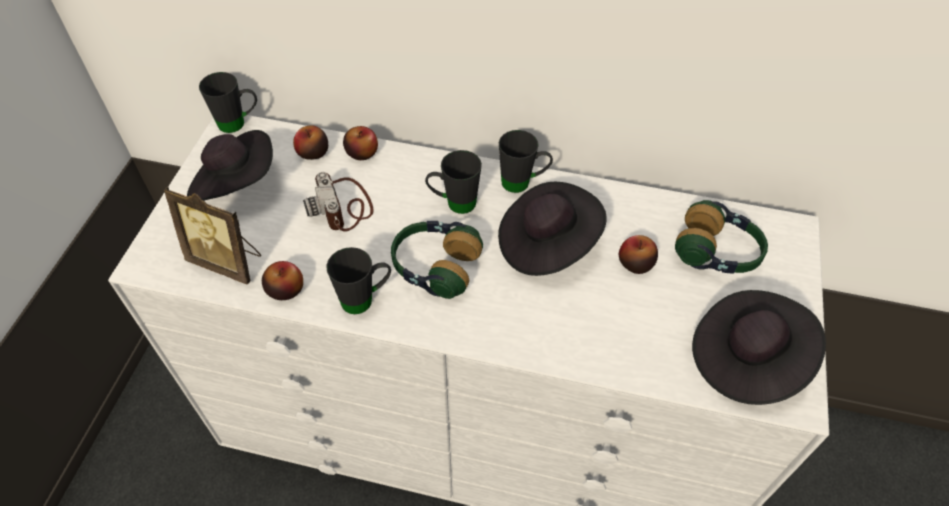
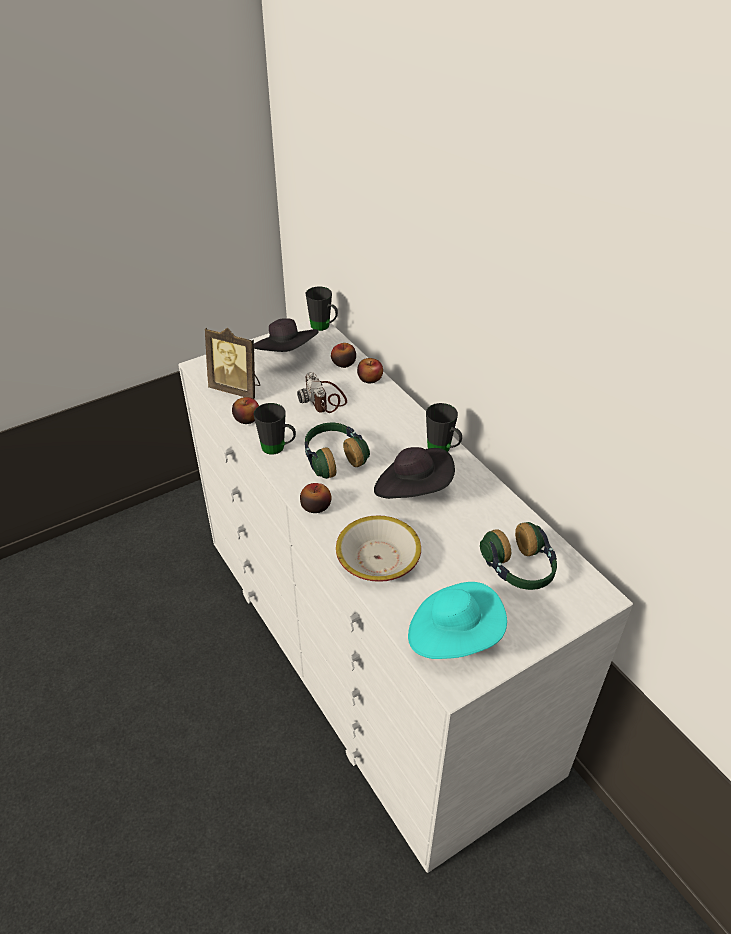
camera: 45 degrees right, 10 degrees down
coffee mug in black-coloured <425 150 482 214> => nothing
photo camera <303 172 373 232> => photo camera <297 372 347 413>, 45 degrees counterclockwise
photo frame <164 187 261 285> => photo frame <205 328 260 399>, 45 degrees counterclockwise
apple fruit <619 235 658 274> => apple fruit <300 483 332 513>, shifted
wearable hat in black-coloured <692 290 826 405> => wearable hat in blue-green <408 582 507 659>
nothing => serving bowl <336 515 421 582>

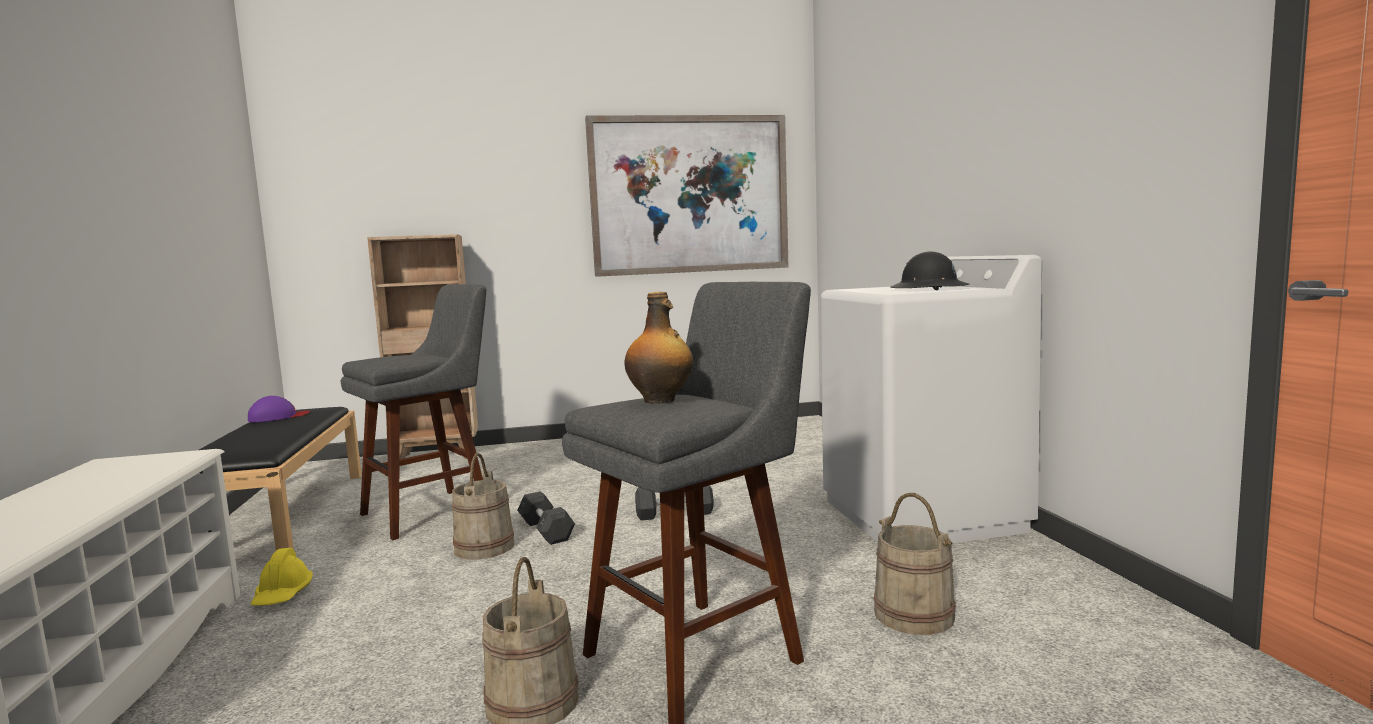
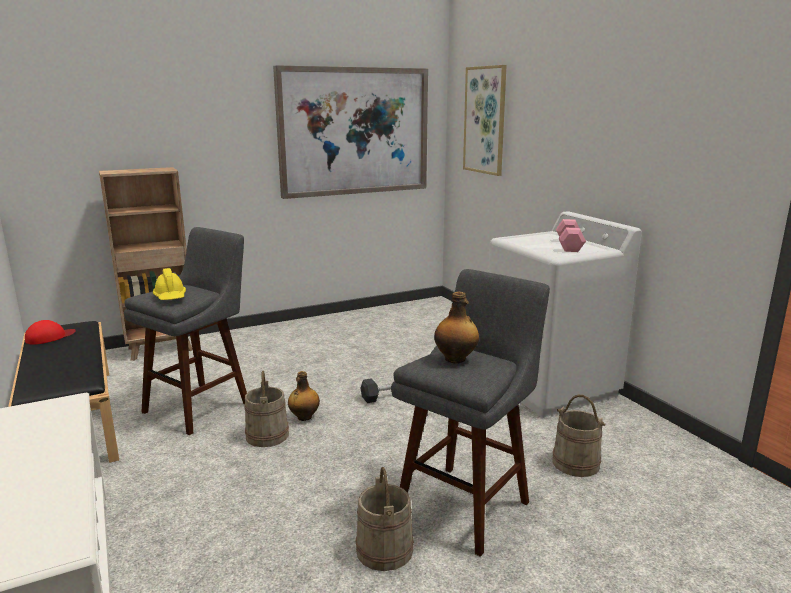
camera: 15 degrees left, 10 degrees up
work helmet in black-coloured <890 251 969 290> => free weight in pink-coloured <556 219 586 252>
peaked cap in purple-coloured <248 396 310 422> => peaked cap in reddish <25 320 76 345>
free weight in gray <517 491 575 545> => beverage bottle <288 371 320 421>
work helmet in yellow-coloured <250 548 313 606> => work helmet in yellow-coloured <153 268 186 300>, shifted
nothing => wall art <463 65 507 176>

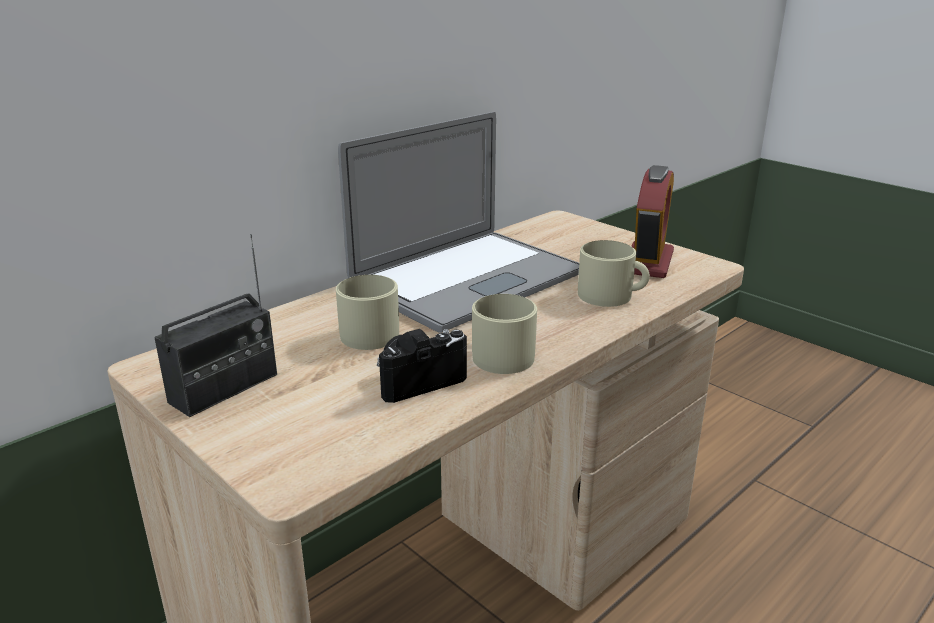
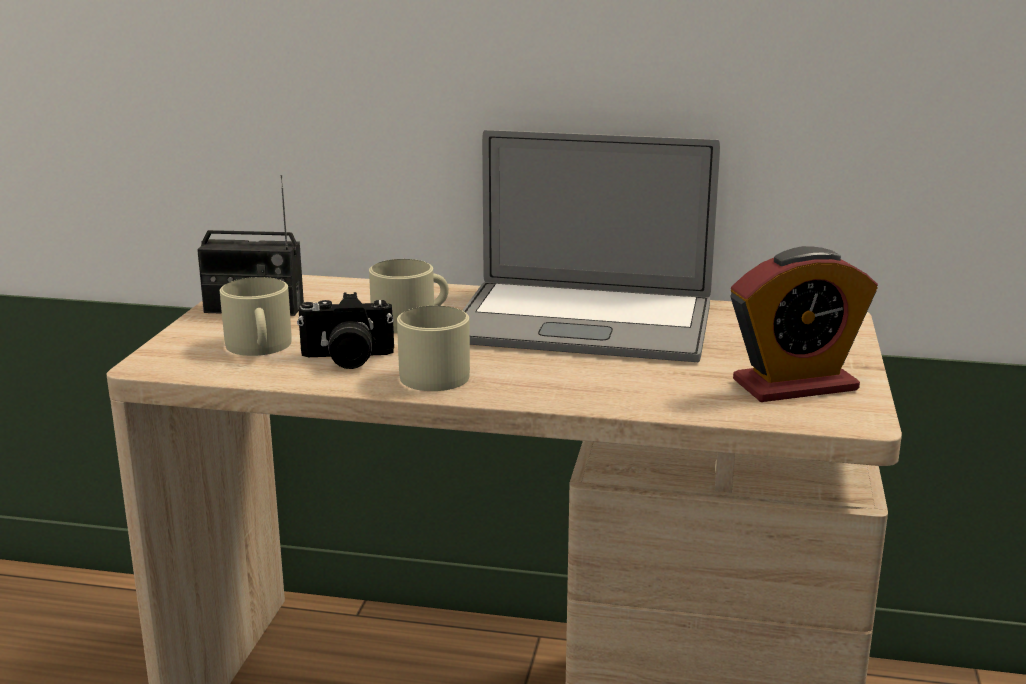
camera: 55 degrees right, 5 degrees down
coffee mug in beige-coloured <578 240 650 307> => coffee mug in beige-coloured <220 277 291 356>, shifted
photo camera <377 329 467 403> => photo camera <297 292 394 369>, 150 degrees clockwise

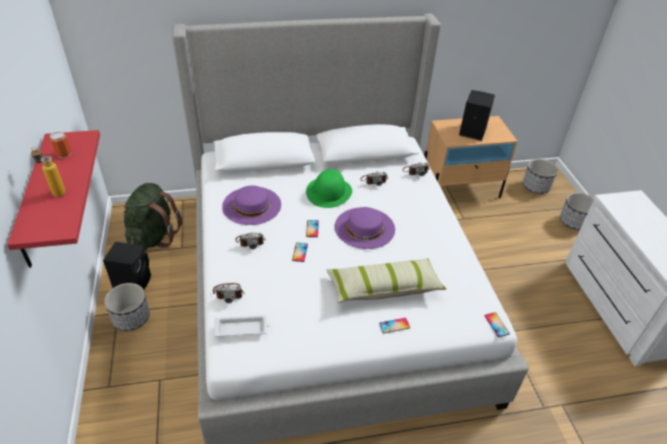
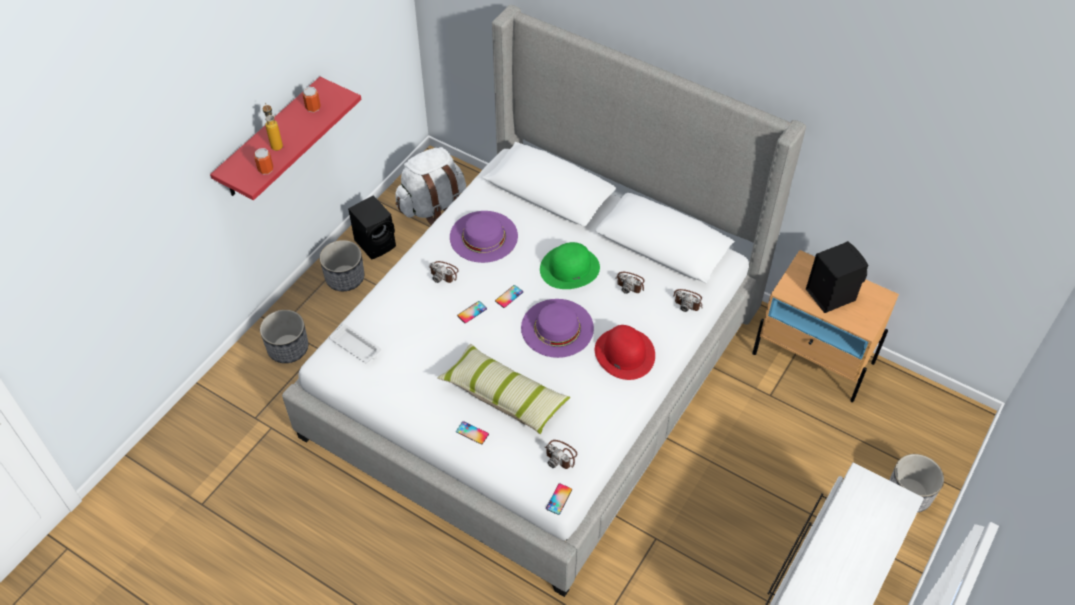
camera: 45 degrees right, 10 degrees up
flower pot <523 159 558 194> => flower pot <260 310 309 363>, shifted
knapsack in green-coloured <124 183 183 251> => knapsack in white <395 147 466 225>
photo camera <213 283 245 303> => photo camera <545 440 577 469>, shifted
nothing => sealed can <254 148 273 175>
nothing => wearable hat in reddish <595 325 655 380>

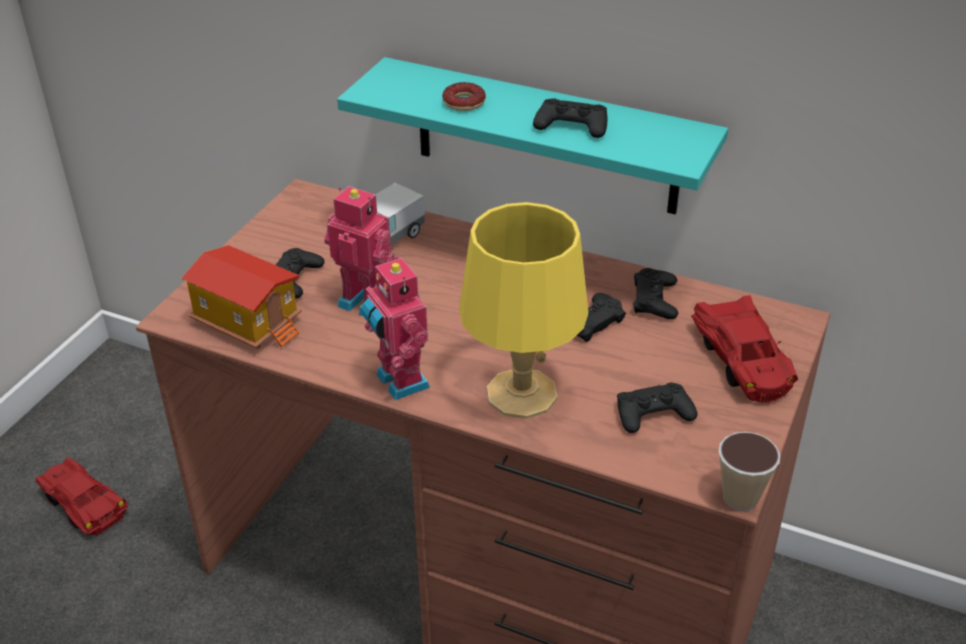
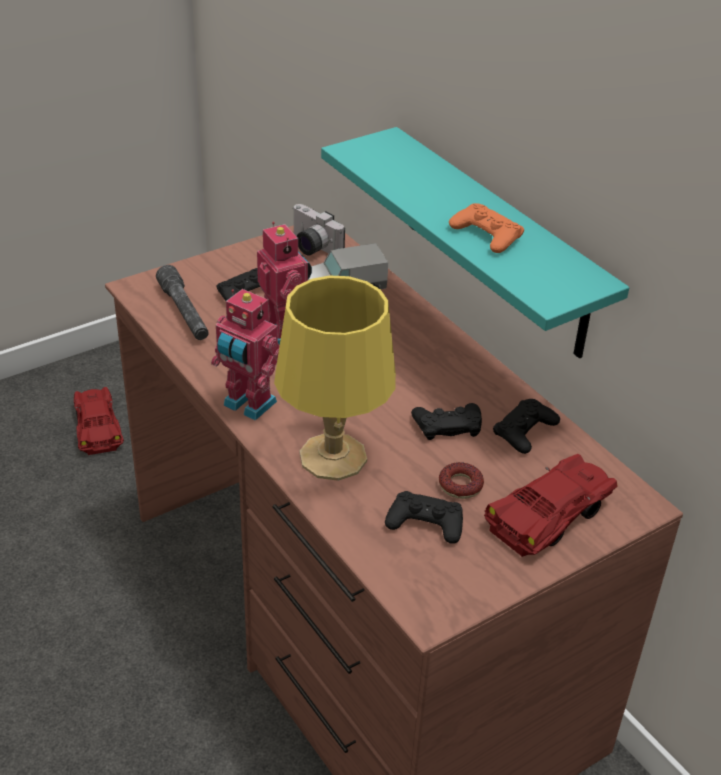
camera: 30 degrees right, 0 degrees up
donut <442 82 486 111> => donut <439 462 484 499>, shifted
joypad in black-coloured <533 98 608 138> => joypad in orange-coloured <449 203 524 253>
toy house <181 245 302 349> => hand torch in gray <156 265 209 340>
robot figure <362 256 430 400> => robot figure <211 289 280 421>, 60 degrees counterclockwise
toy car in reddish <691 295 798 402> => toy car in reddish <484 454 618 557>, 150 degrees counterclockwise
cup <718 432 781 511> => nothing
nothing => photo camera <294 204 345 256>

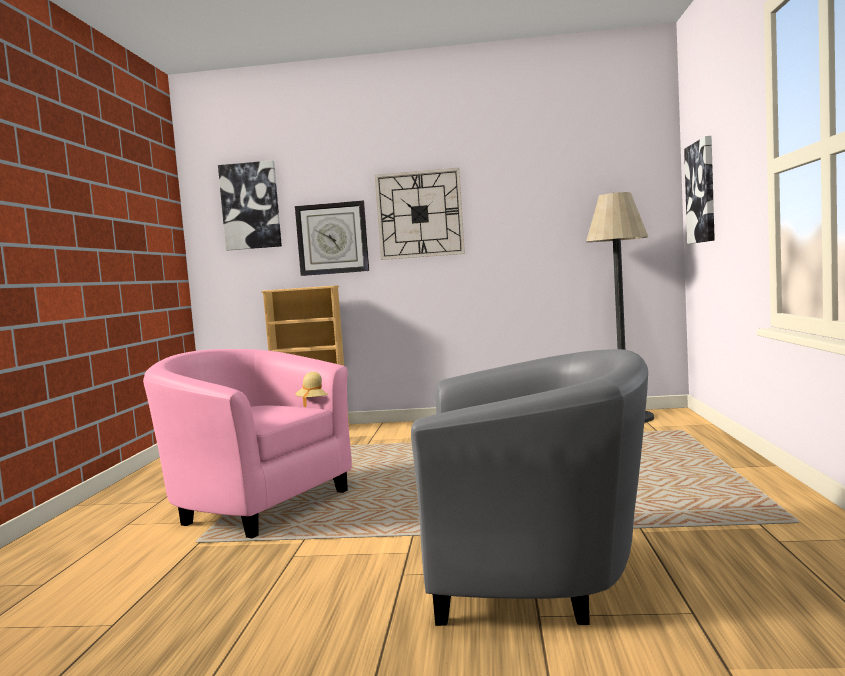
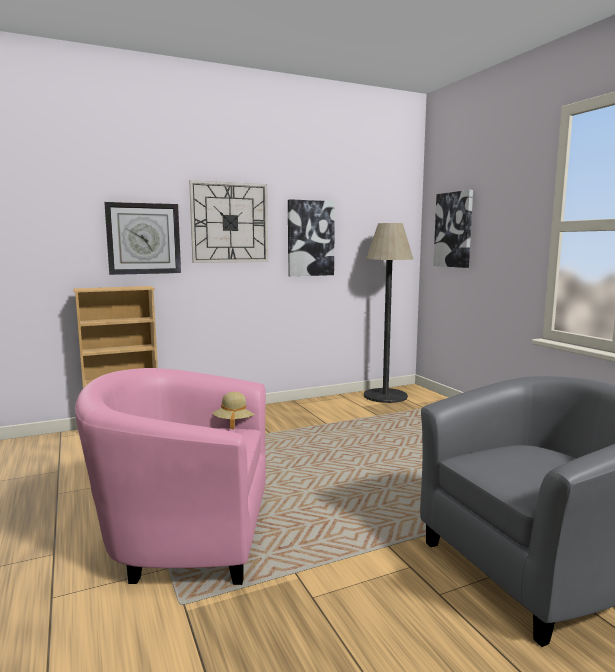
camera: 30 degrees left, 5 degrees up
wall art <218 160 282 250> => wall art <288 199 335 276>, shifted

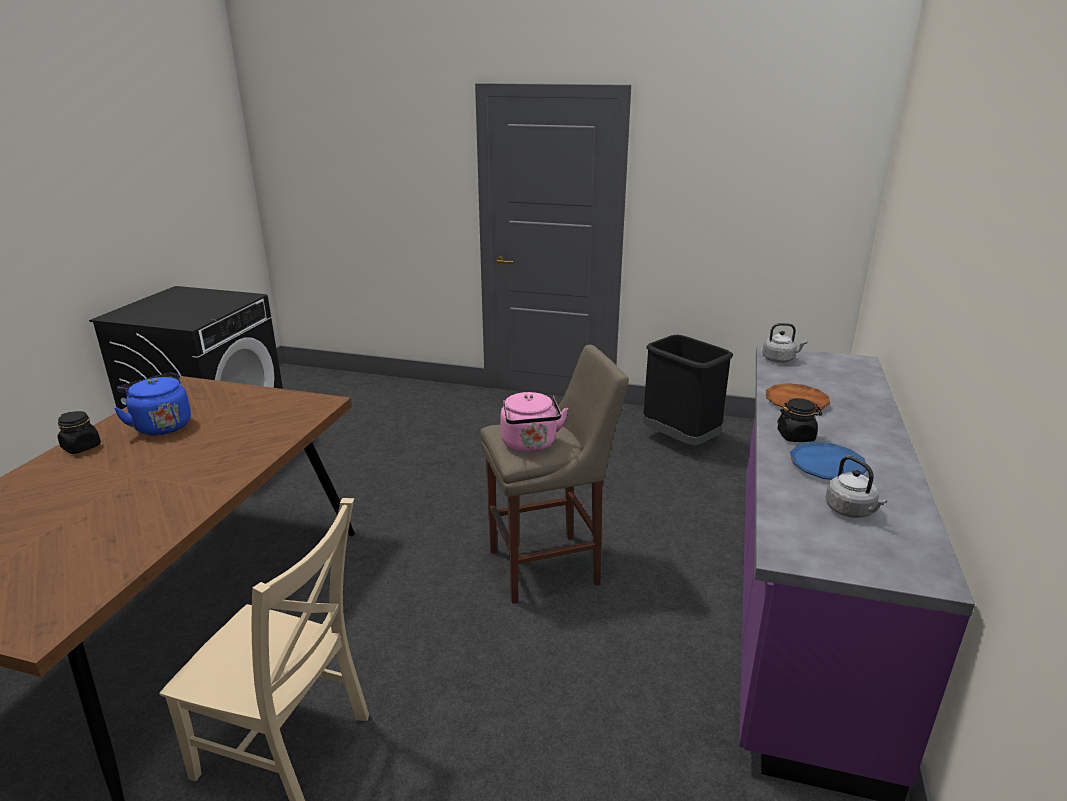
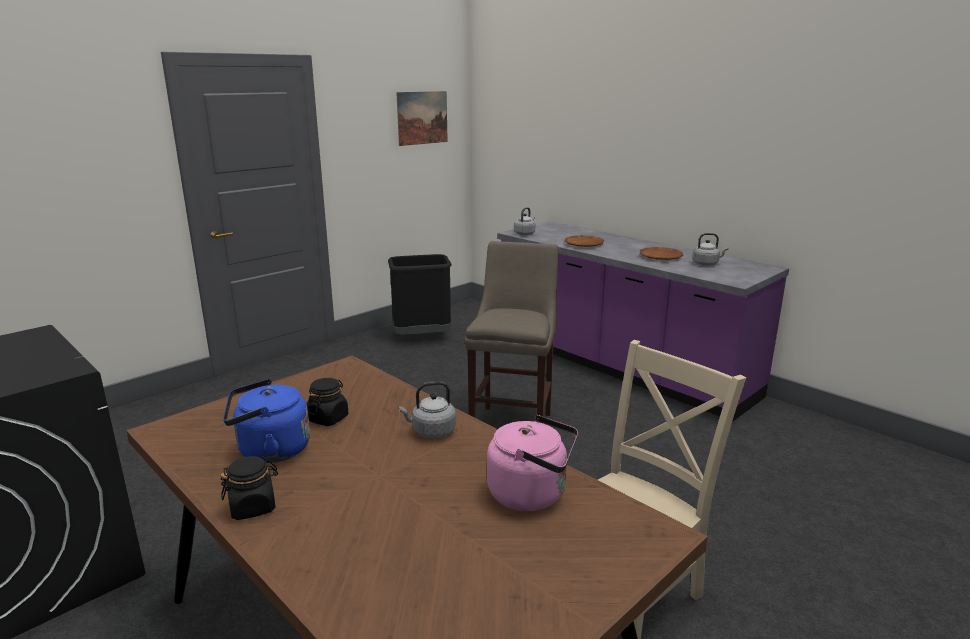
camera: 60 degrees left, 5 degrees down
kettle in pink-coloured <500 392 568 453> => kettle in pink-coloured <487 415 578 511>, shifted
jar in black-coloured <777 398 822 442> => jar in black-coloured <307 378 349 426>, shifted
dinner plate in blue <790 442 867 480> => dinner plate in brownish <640 247 683 260>
nothing => wall art <396 91 448 146>
nothing => kettle in gray <399 381 456 438>

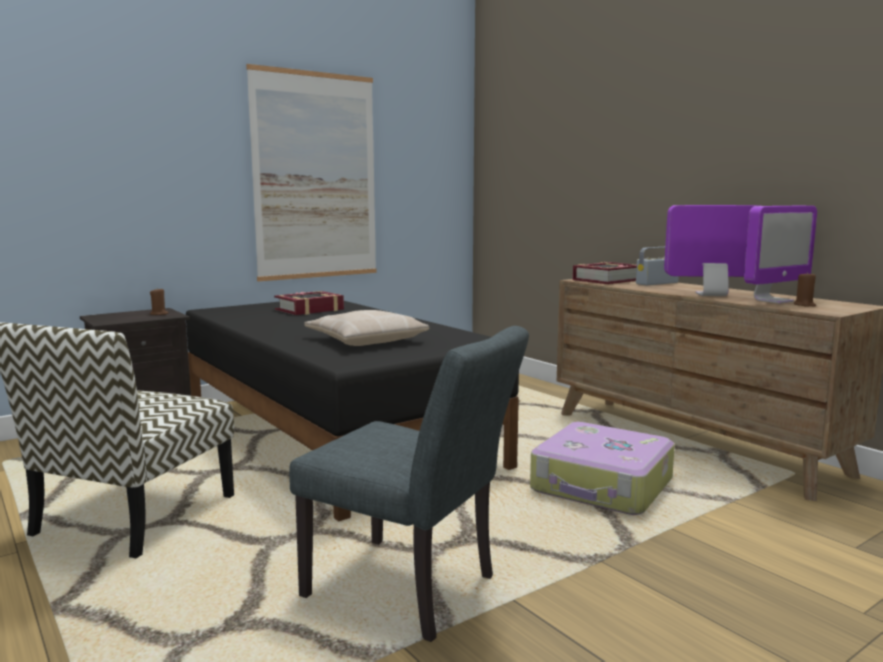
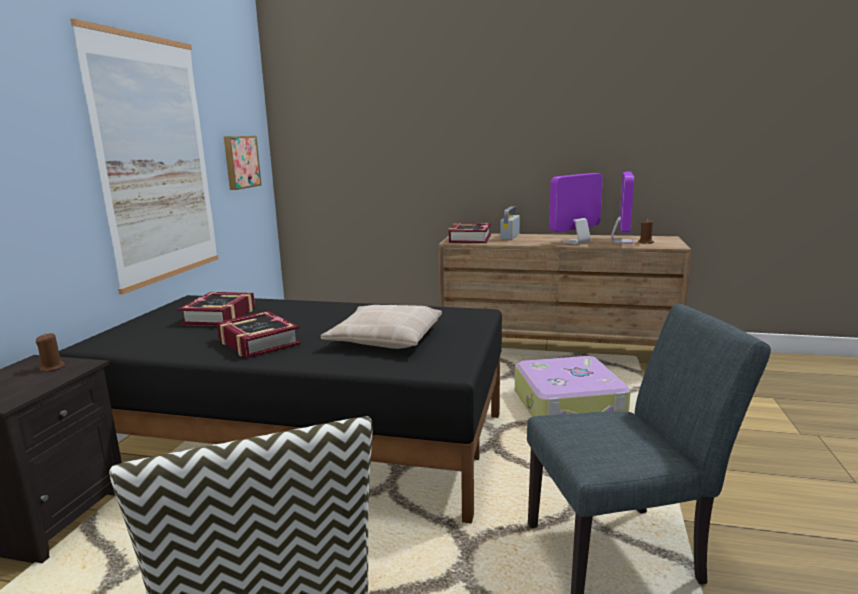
camera: 40 degrees left, 5 degrees up
nothing => wall art <224 136 261 190>
nothing => bound book <217 311 301 358>

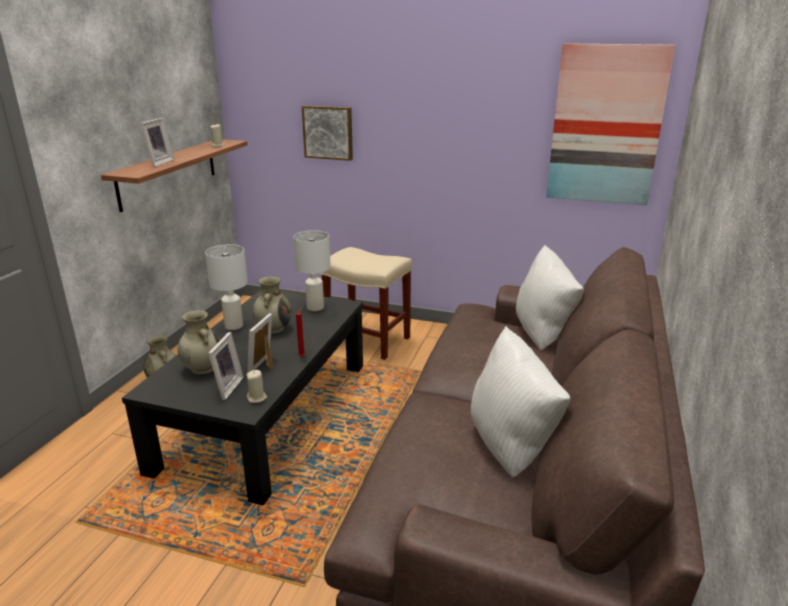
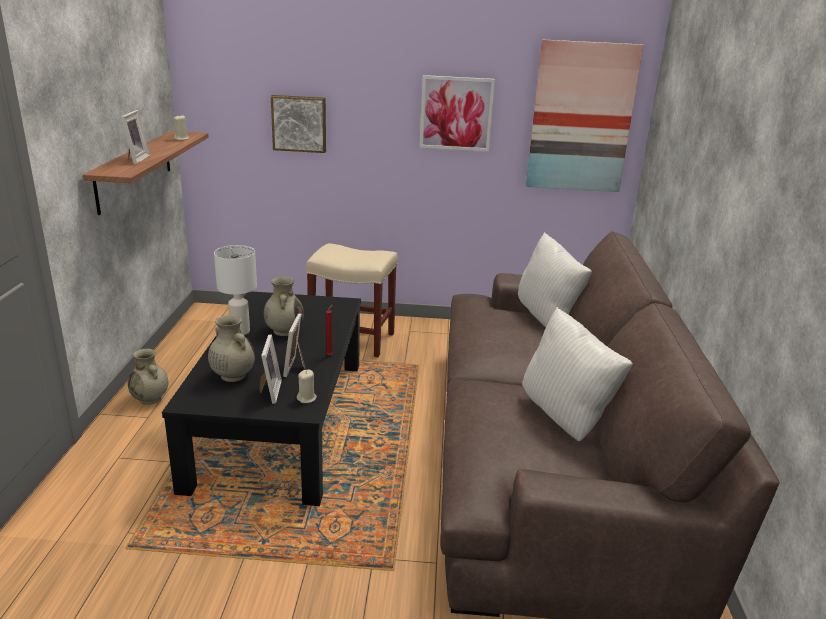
camera: 15 degrees left, 0 degrees up
table lamp in white <293 230 331 311> => nothing
nothing => wall art <420 75 495 152>

